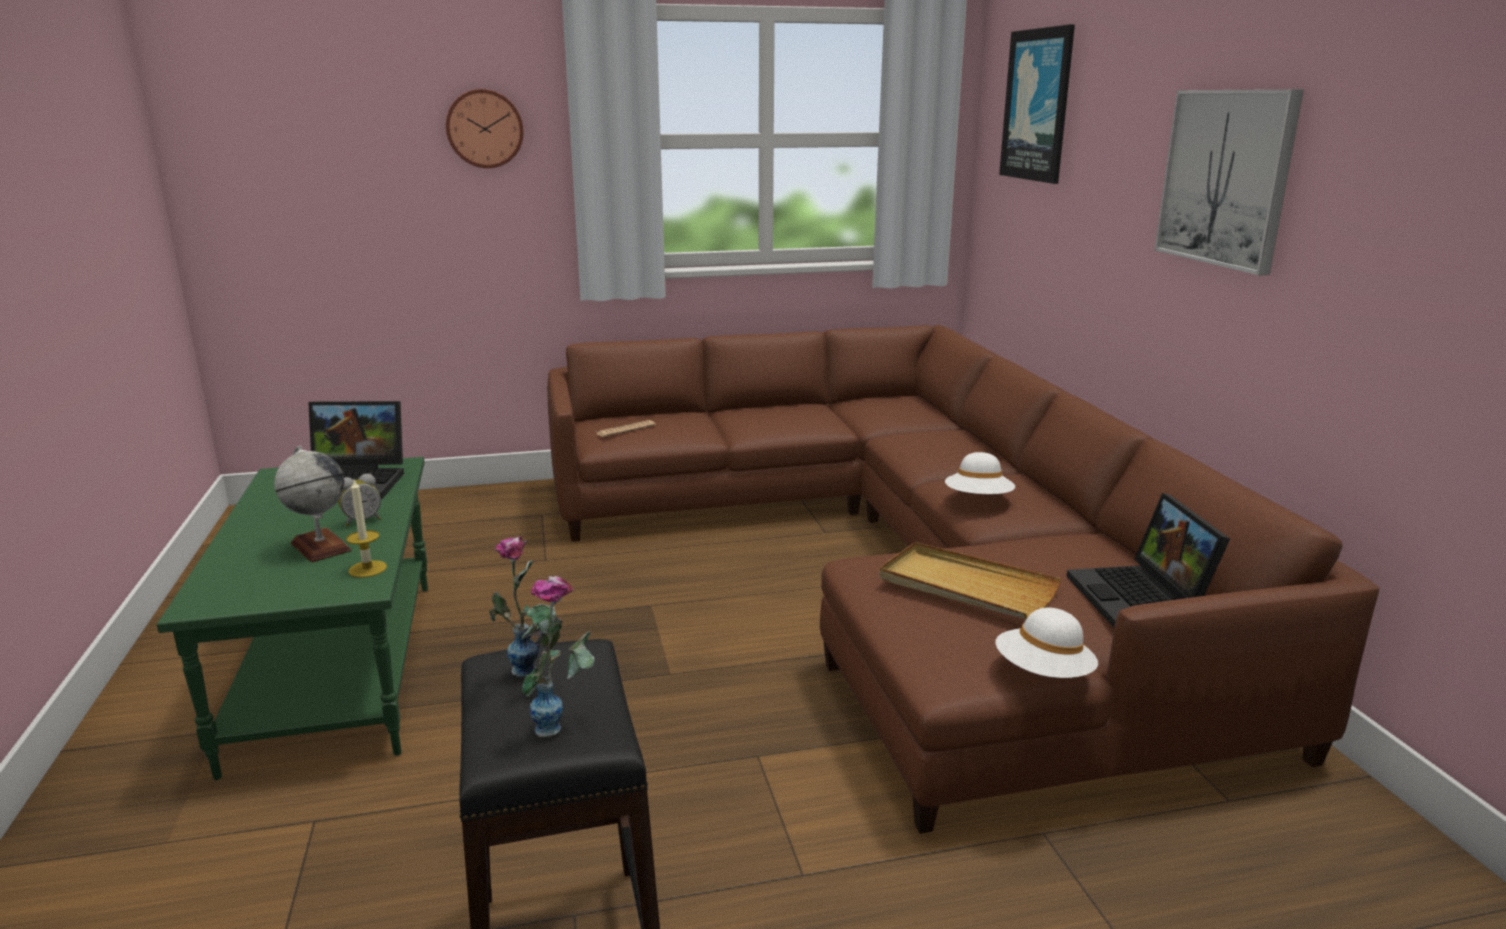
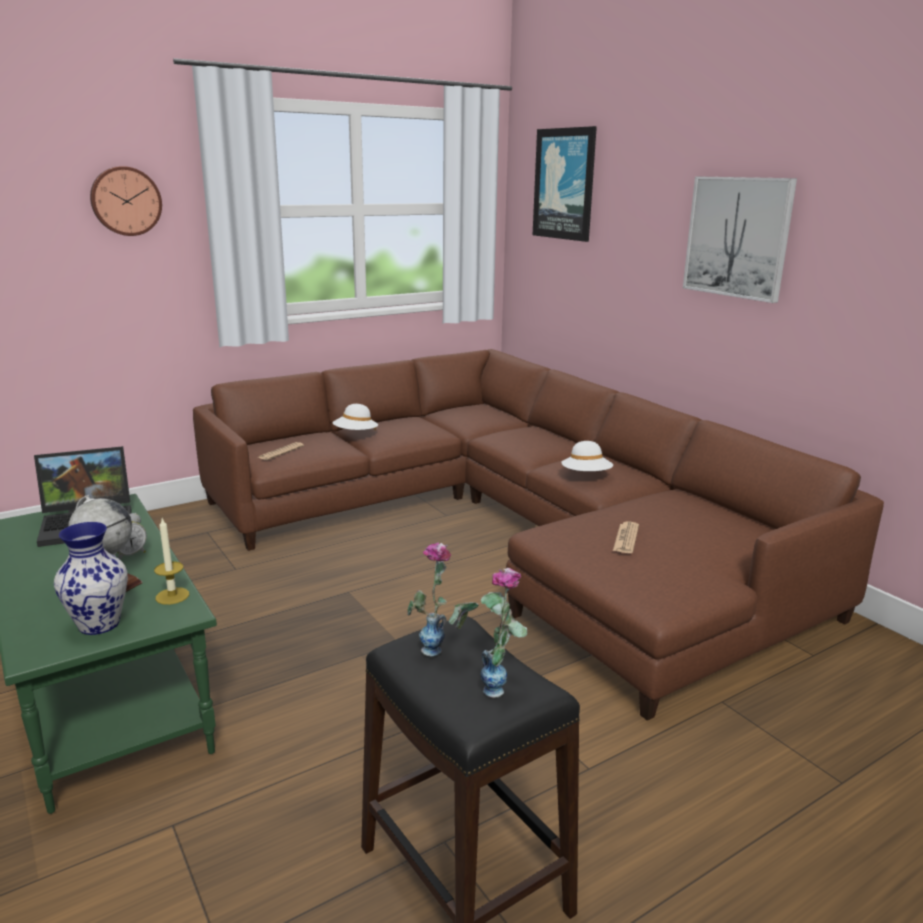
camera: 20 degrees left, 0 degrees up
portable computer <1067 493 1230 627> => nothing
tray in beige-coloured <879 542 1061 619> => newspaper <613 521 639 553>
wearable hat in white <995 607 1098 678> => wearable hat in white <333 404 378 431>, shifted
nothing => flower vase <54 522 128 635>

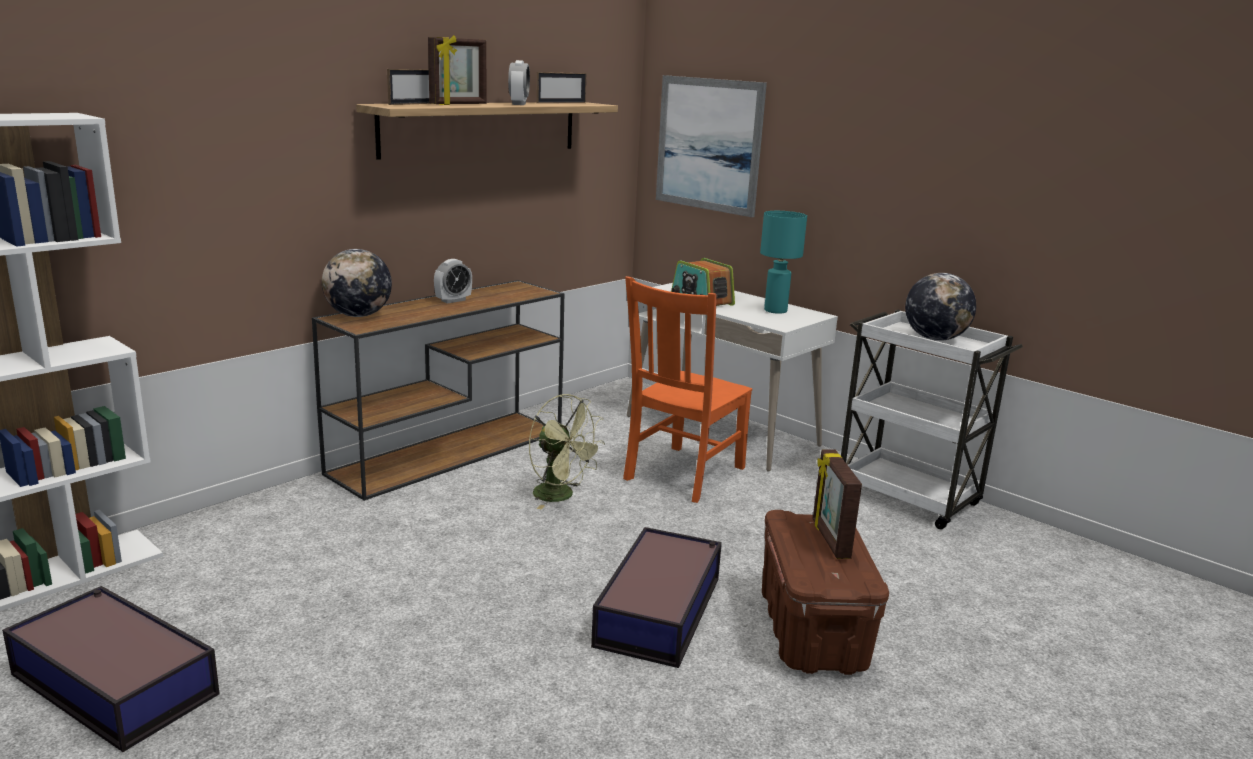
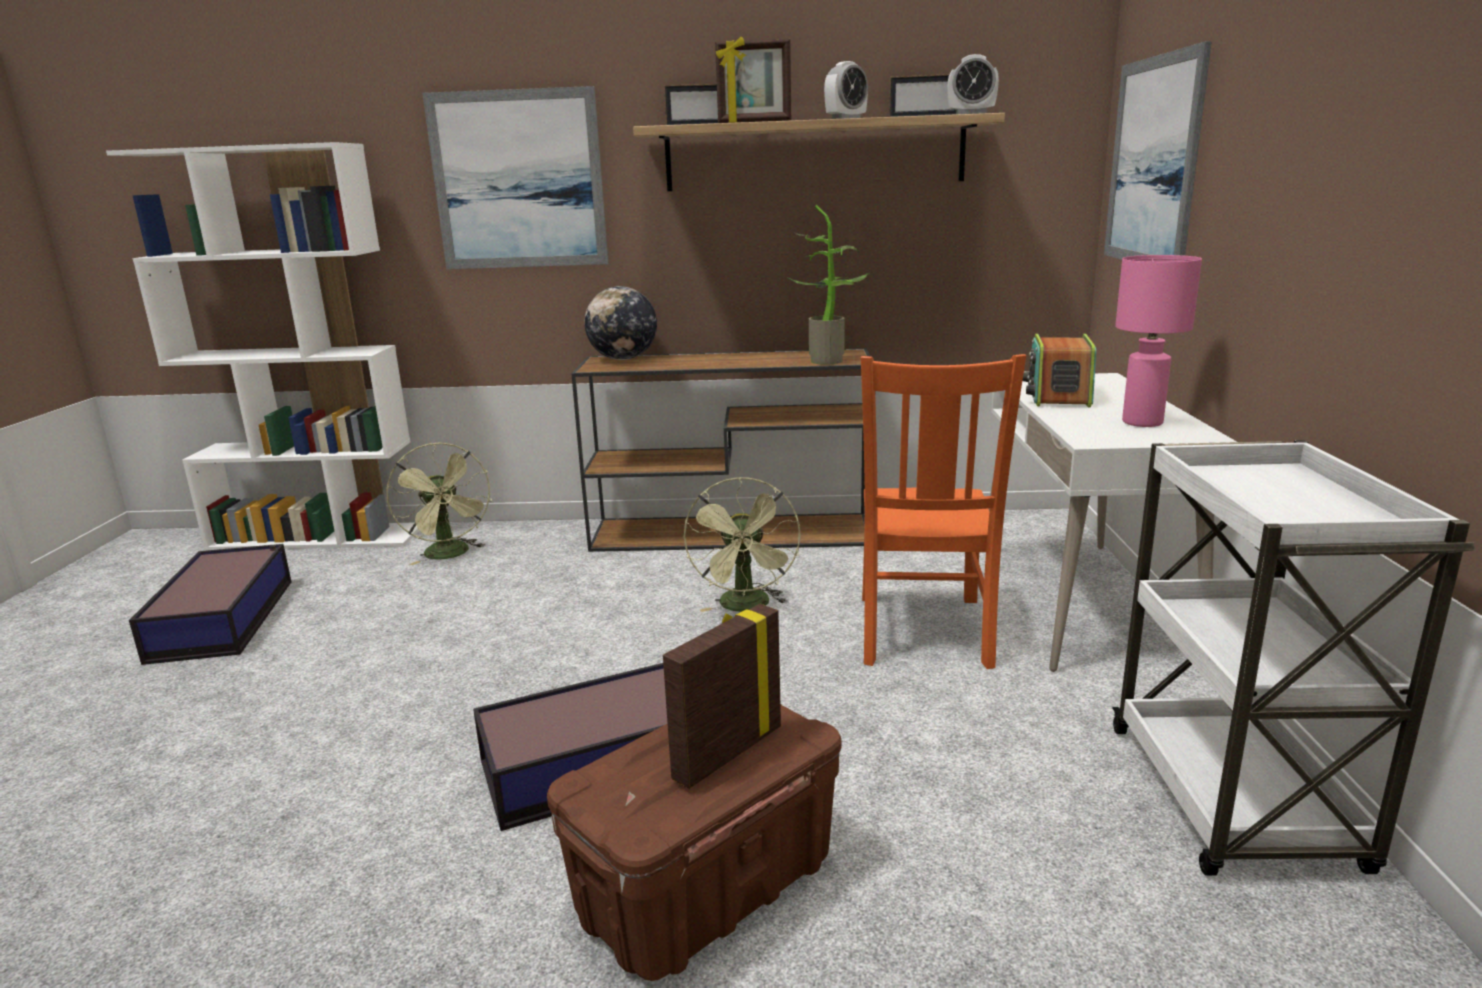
camera: 50 degrees right, 0 degrees up
table lamp in blue-green <760 211 807 314> => table lamp in pink-coloured <1115 255 1202 427>
bedside clock <434 259 472 303> => bedside clock <947 54 999 114>, shifted
desk globe <905 273 976 341> => nothing
upright chair in orange-coloured <623 276 752 503> => upright chair in orange-coloured <861 354 1026 669>, 75 degrees counterclockwise
nothing => wall art <422 86 609 269>
nothing => potted plant <787 205 870 365>
nothing => electric fan in green-coloured <386 443 492 565>

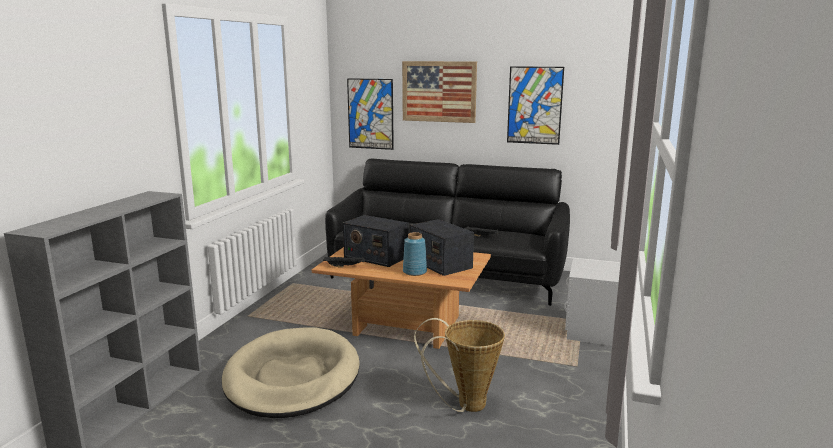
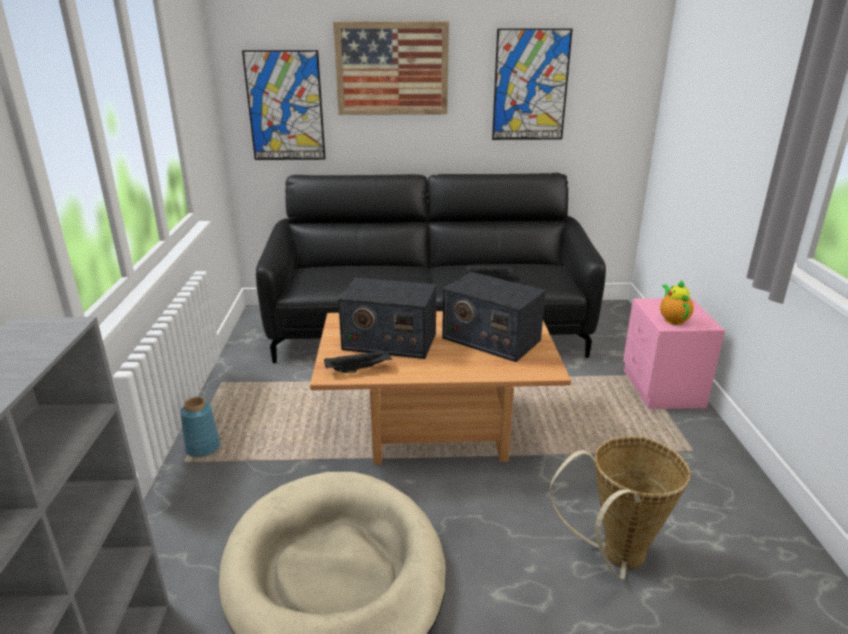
camera: 20 degrees left, 10 degrees up
flower vase in blue <403 232 427 276> => flower vase in blue <180 397 220 457>, shifted
night table in gray <564 258 620 346> => night table in pink-coloured <623 298 725 409>
nothing => pot for tea <660 280 694 325>

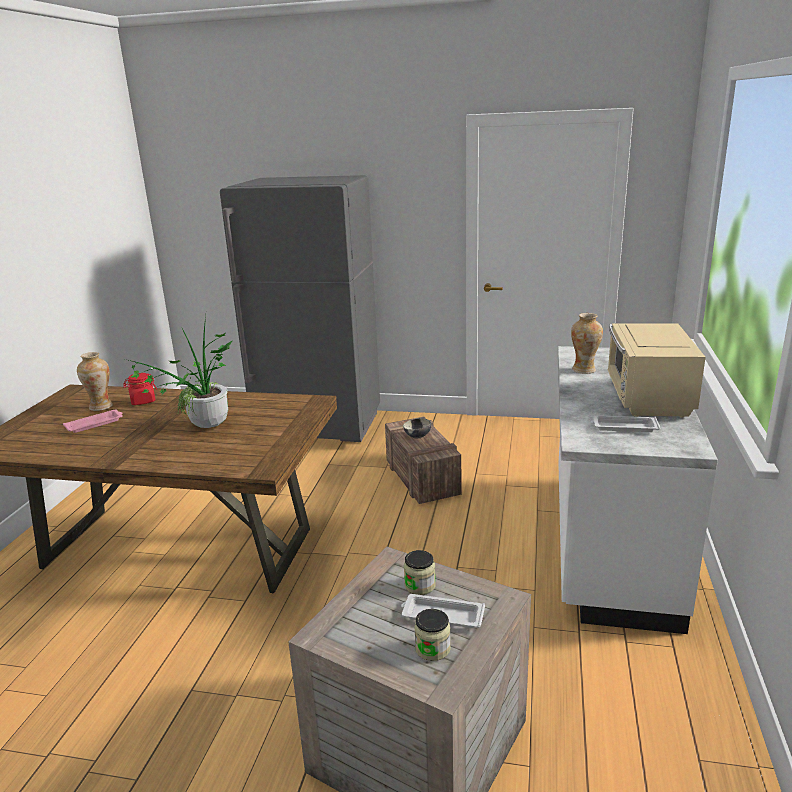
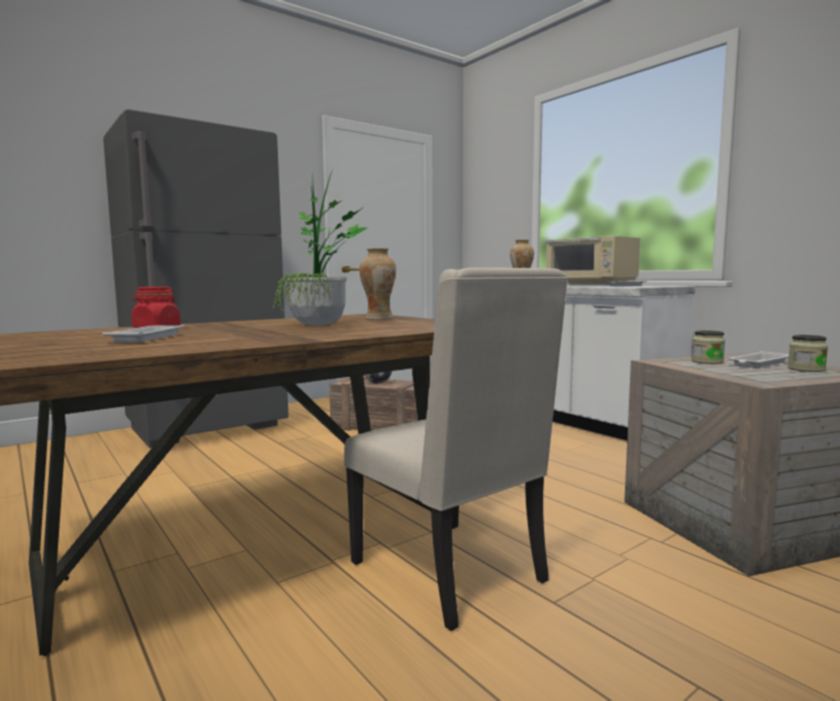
camera: 50 degrees left, 15 degrees down
flower vase <77 352 113 411> => flower vase <359 248 396 319>, shifted
tray in pink-coloured <63 410 123 433> => tray in white <102 326 184 342>
nothing => upright chair in beige-coloured <344 268 568 631>

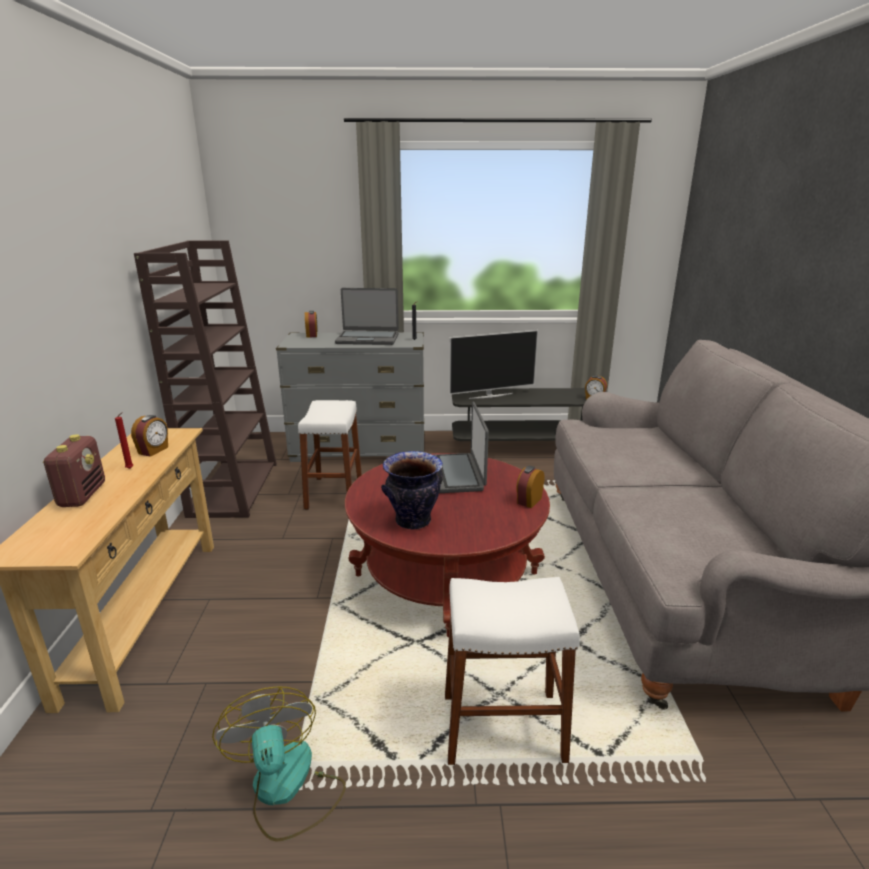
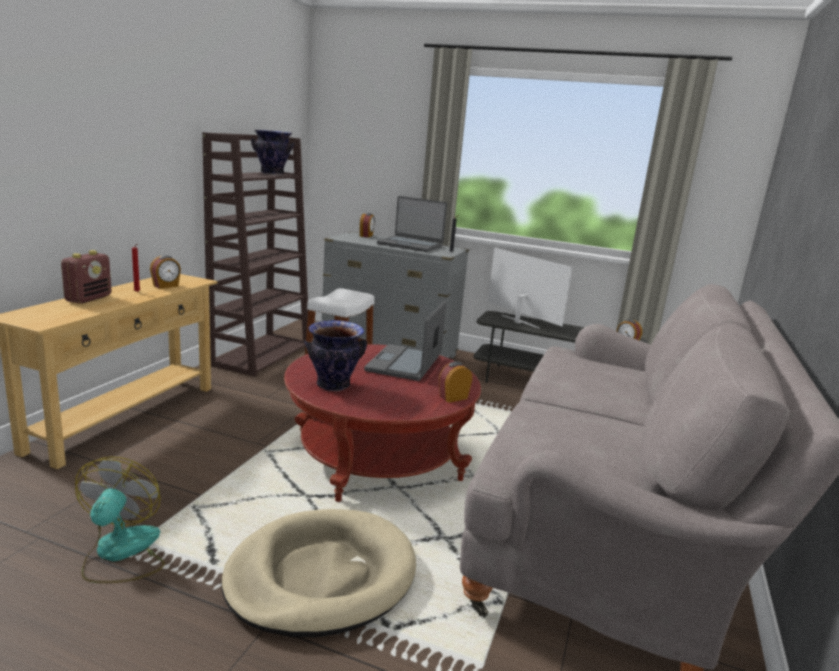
camera: 20 degrees right, 5 degrees down
TV set <449 330 538 399> => TV set <488 248 573 329>, 135 degrees counterclockwise
stool seat in white <445 577 580 765> => dog cushion in beige-coloured <221 509 416 637>
nothing => flower vase <251 130 295 175>

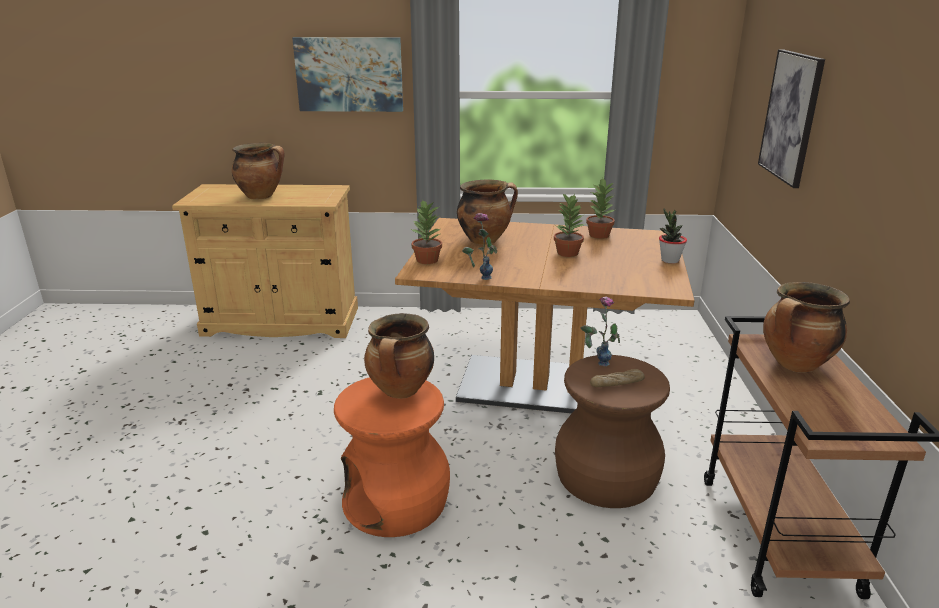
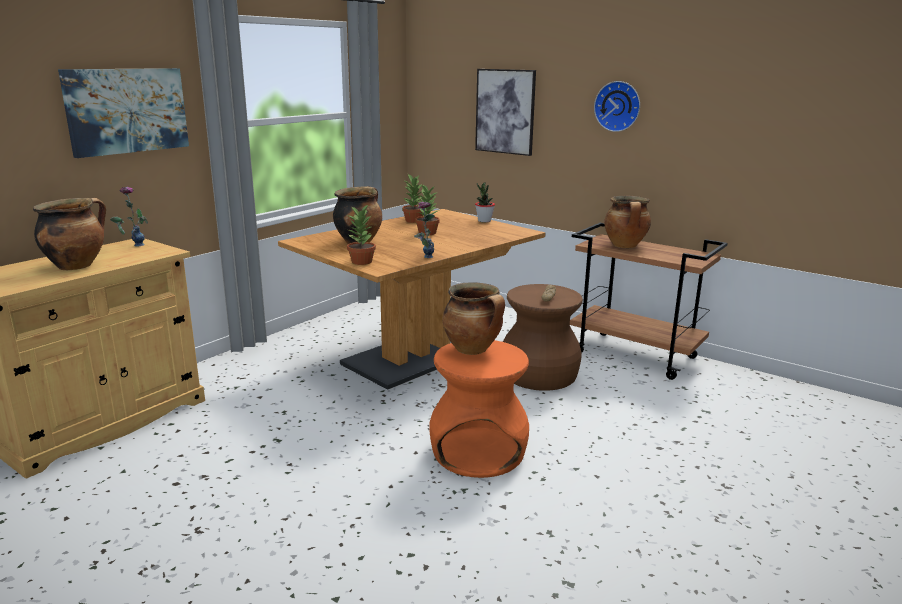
camera: 55 degrees left, 5 degrees down
flower vase <581 297 620 366> => flower vase <110 187 148 247>, shifted
nothing => hanging clock <594 81 640 132>

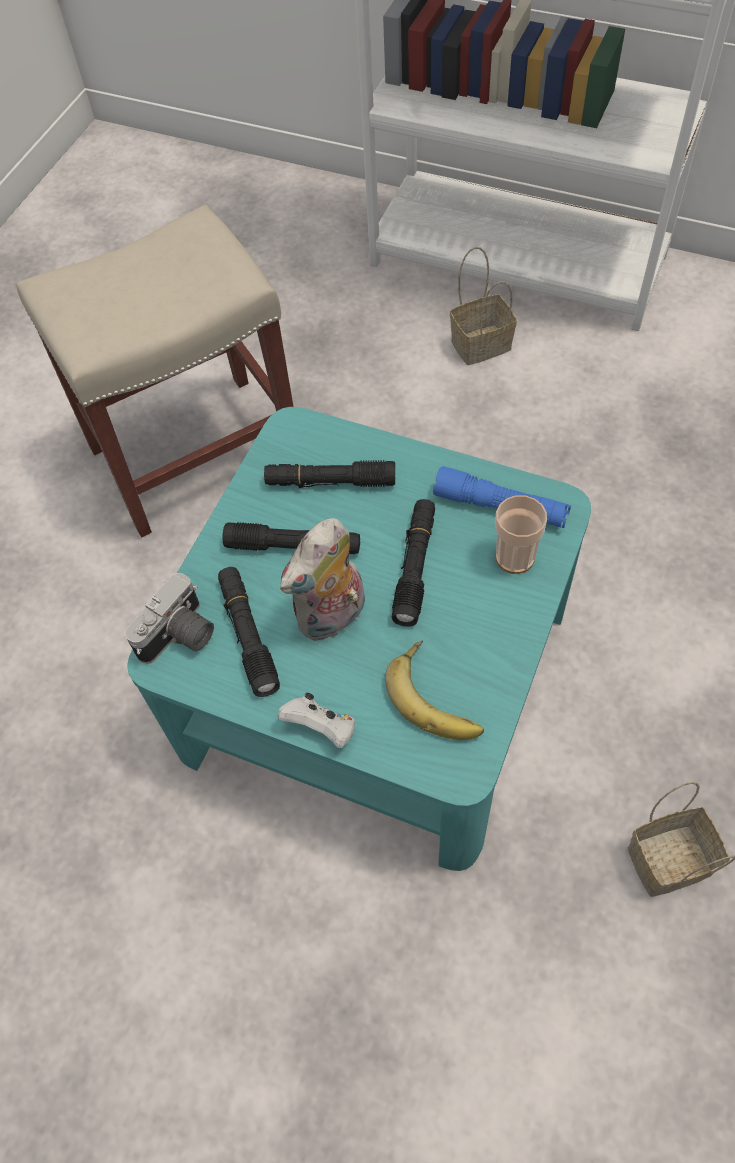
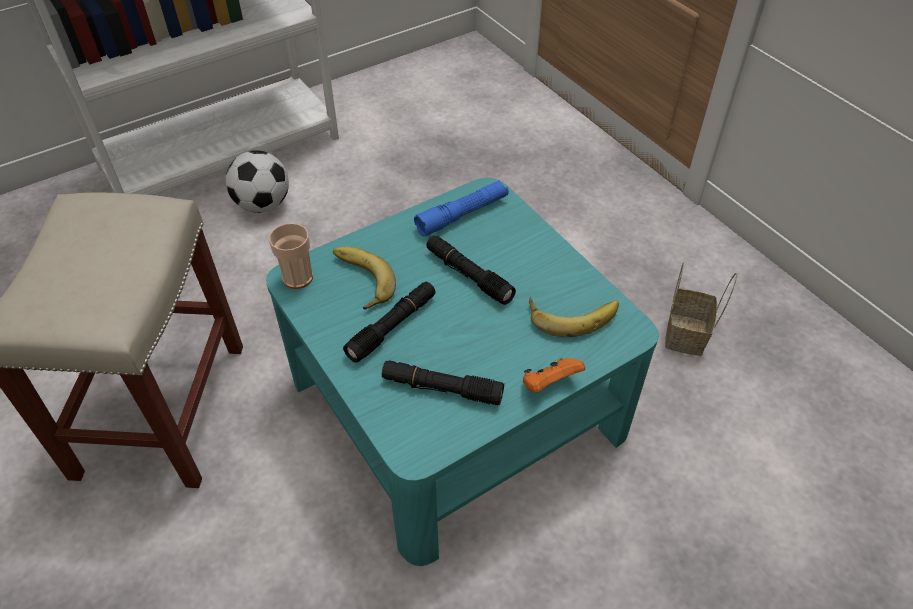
camera: 60 degrees left, 10 degrees down
storage basket <450 247 517 365> => football ball <226 150 289 213>
hand torch in black-coloured <264 460 395 488> => whole banana <333 247 396 310>
cup <495 495 547 574> => cup <269 223 313 289>, shifted
plush toy <280 518 365 641> => nothing
photo camera <125 573 214 664> => nothing
joypad in white <278 693 356 748> => joypad in orange-coloured <523 358 585 392>

